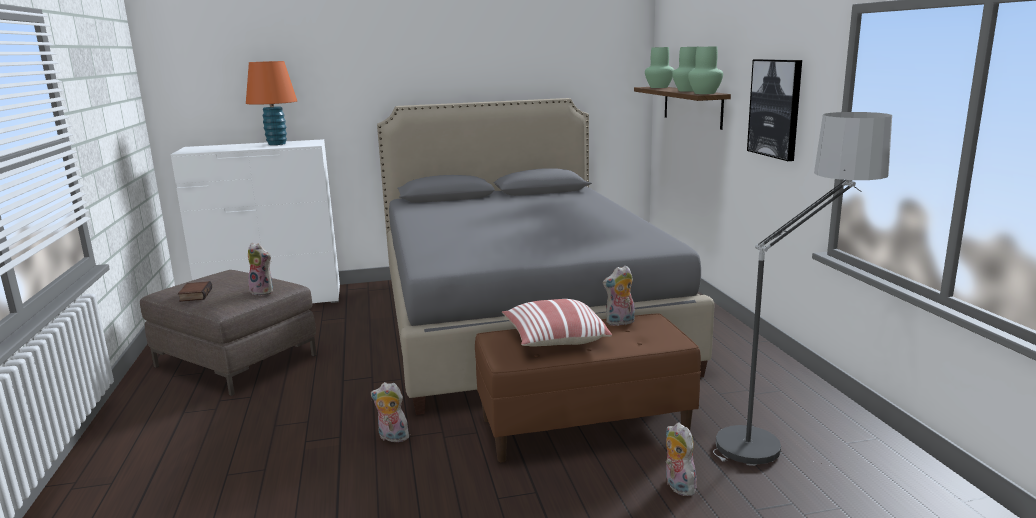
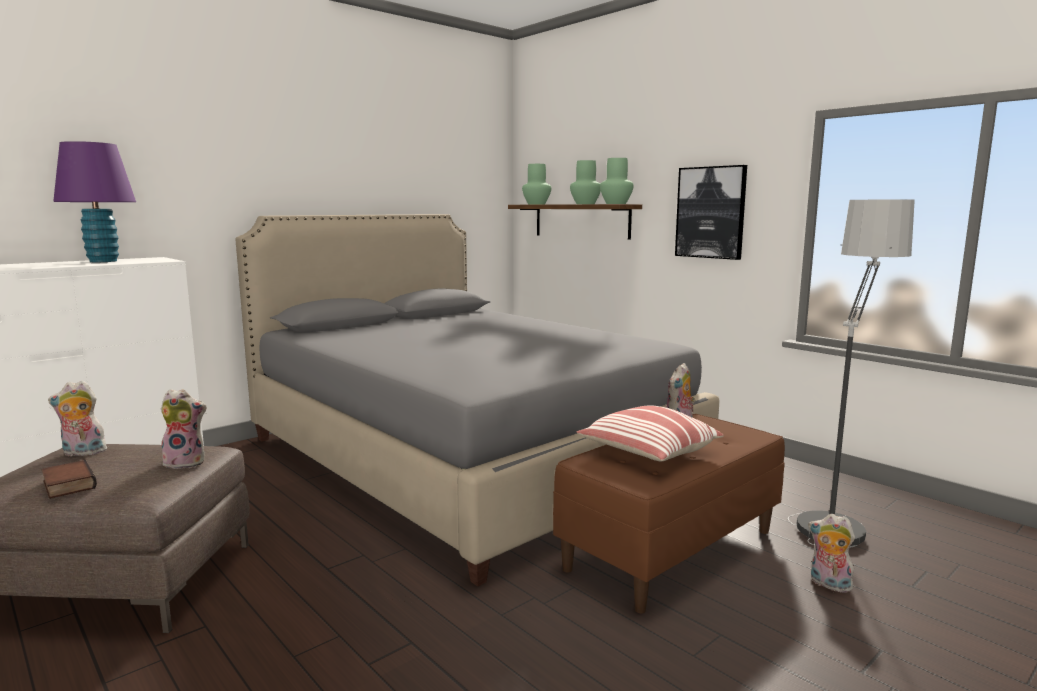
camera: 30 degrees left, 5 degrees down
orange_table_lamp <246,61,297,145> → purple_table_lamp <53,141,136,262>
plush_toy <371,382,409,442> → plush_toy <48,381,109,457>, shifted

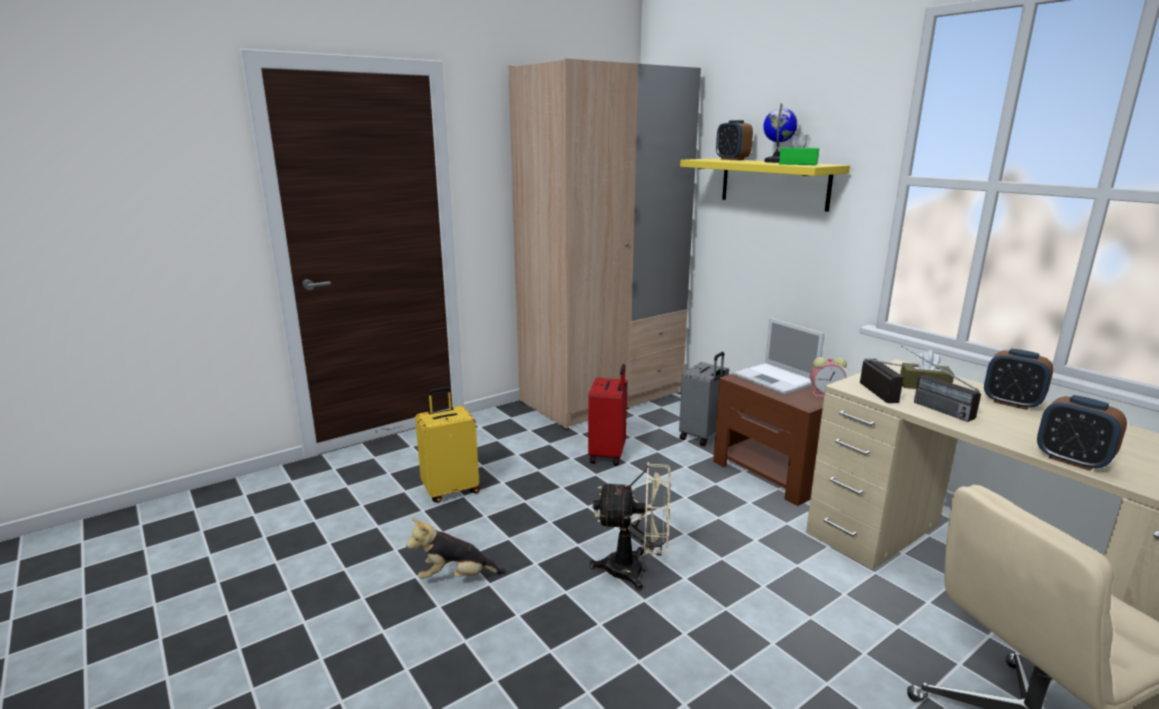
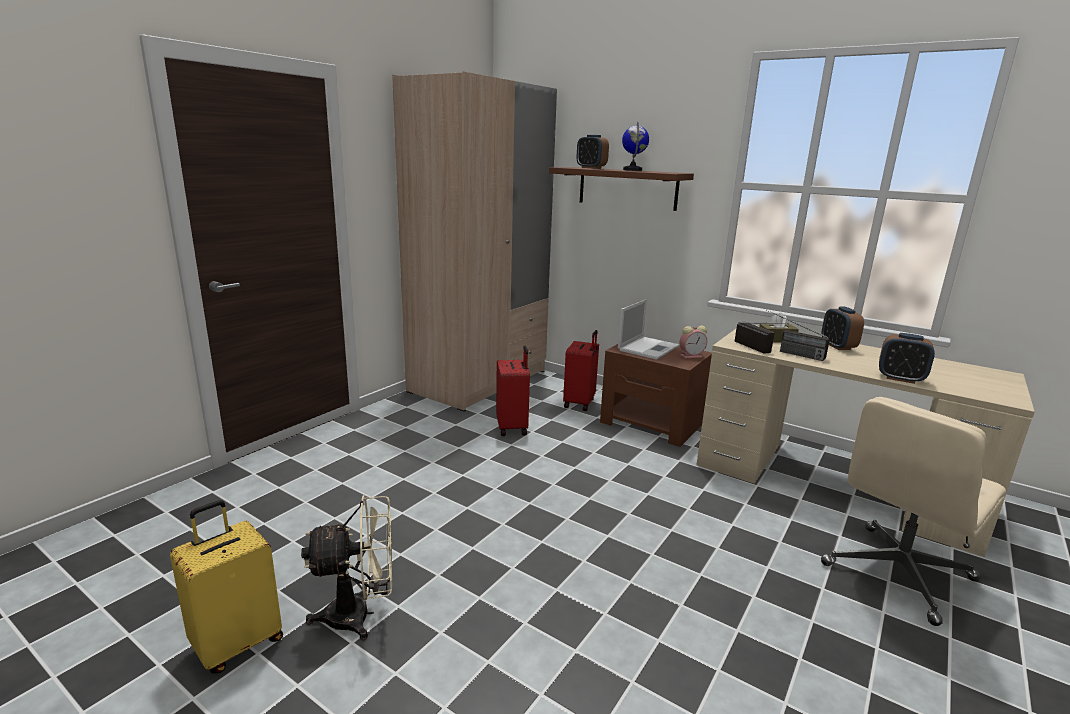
camera: 20 degrees left, 0 degrees up
green_tissue_box <779,132,819,165> → -
yellow_shelf <680,158,850,212> → brown_shelf <549,167,694,211>
laptop <733,318,825,395> → laptop <618,299,679,360>, 90 degrees counterclockwise
alarm_clock <984,349,1053,410> → alarm_clock <822,306,864,350>, 60 degrees clockwise
grey_suitcase <679,352,729,446> → red_suitcase <563,330,599,411>
yellow_suitcase <415,387,480,503> → yellow_suitcase <170,500,283,674>, shifted
beige_fan <589,462,671,591> → beige_fan <301,495,393,641>, shifted
plush_toy <406,519,506,579> → -

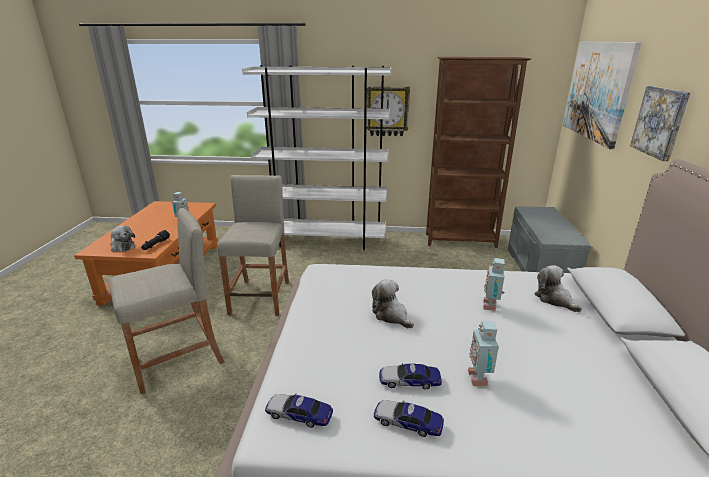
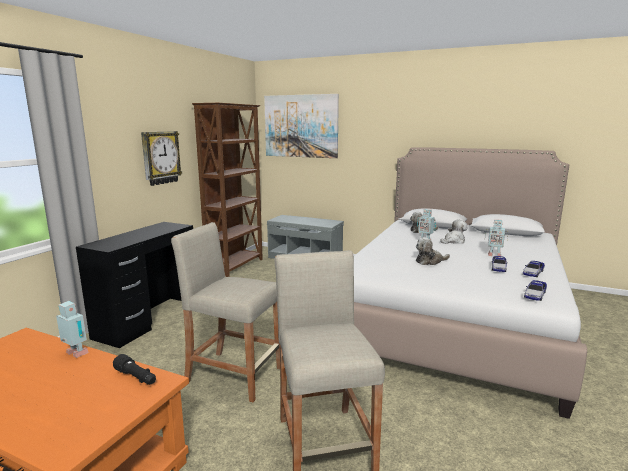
camera: 70 degrees left, 10 degrees down
white_bookcase <242,65,391,250> → black_desk <76,222,193,348>
picture <630,86,690,161> → -
plush_toy <110,225,135,252> → plush_toy <440,220,468,244>, shifted

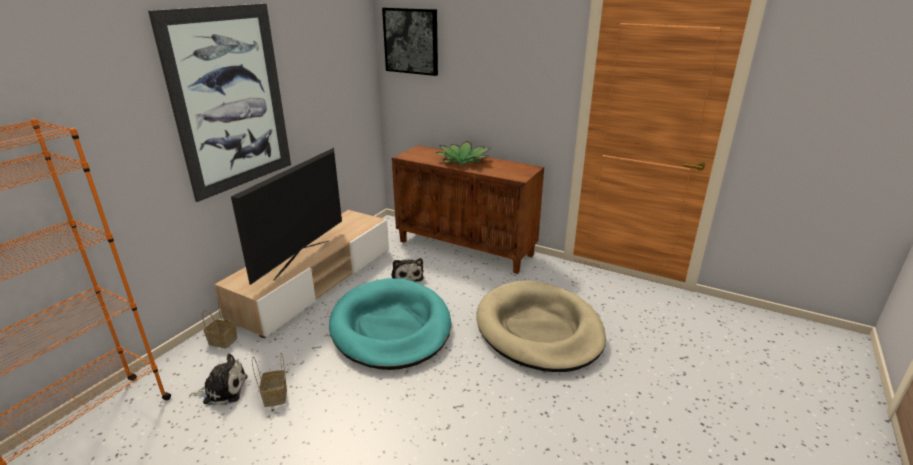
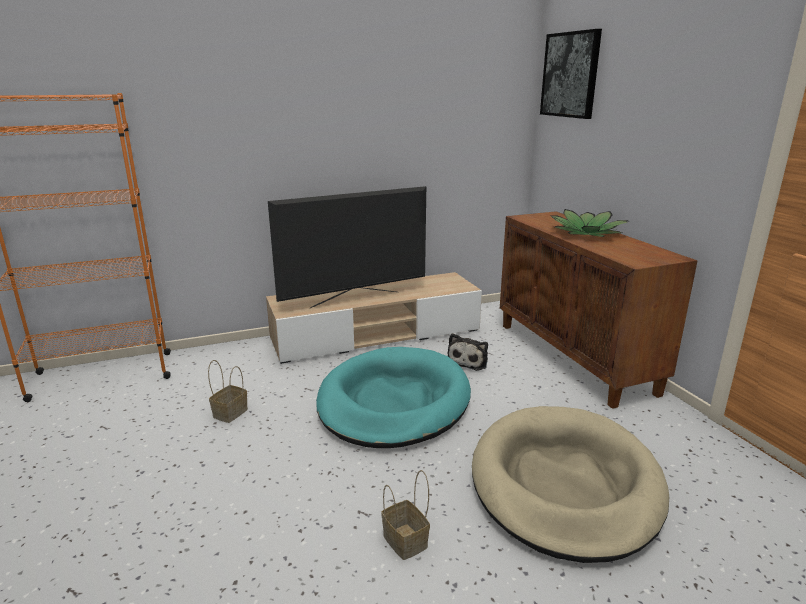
camera: 40 degrees right, 5 degrees down
picture <148,4,291,202> → -
basket <202,297,238,348> → basket <381,470,430,560>, shifted
plush_toy <189,354,248,405> → -

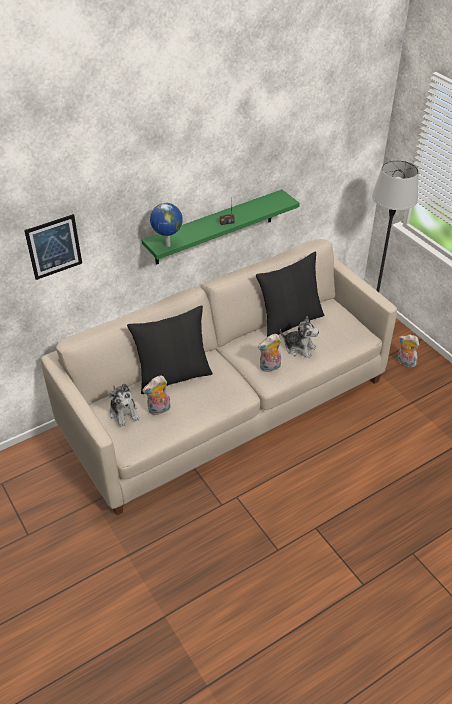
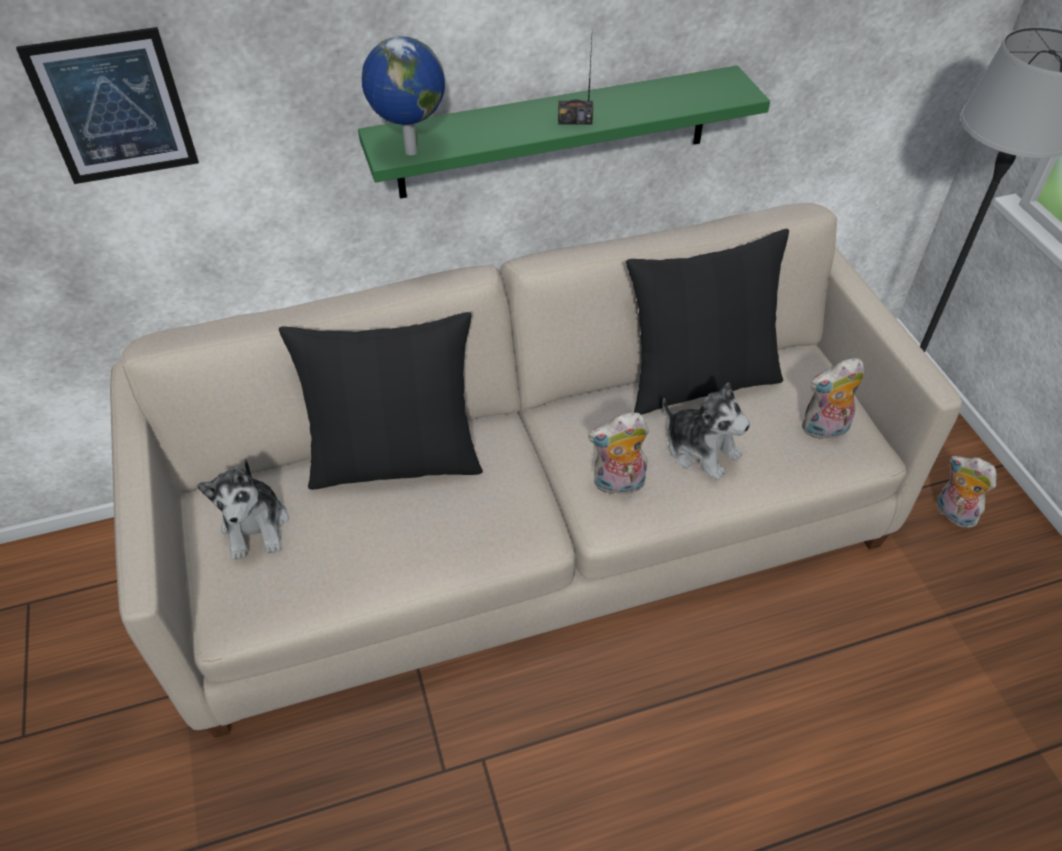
camera: 15 degrees right, 5 degrees up
plush_toy <142,375,170,415> → plush_toy <802,358,864,441>, shifted

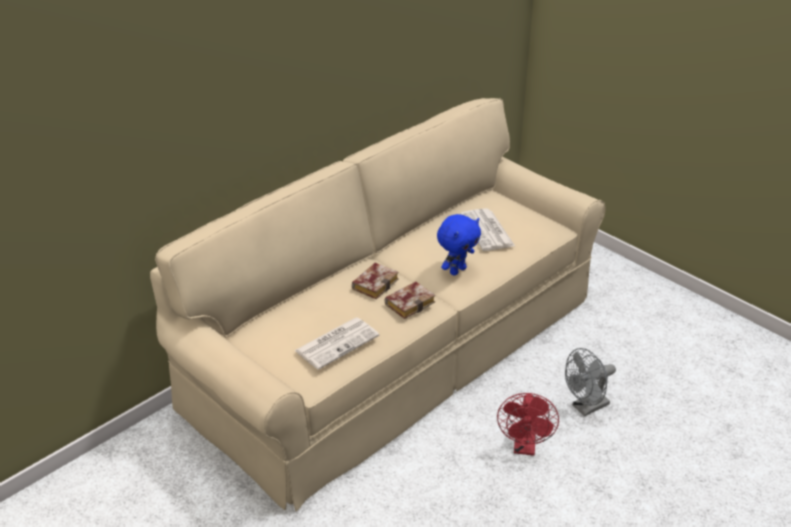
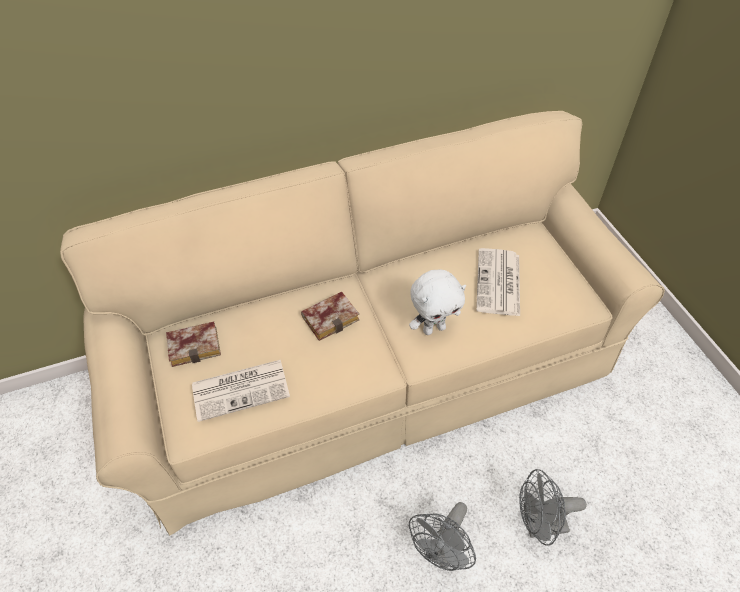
camera: 25 degrees right, 15 degrees up
blue_plush_toy <437,214,481,276> → white_plush_toy <409,269,466,335>
book <385,282,435,319> → book <166,322,221,367>, shifted
red_fan <497,393,559,456> → grey_fan <409,502,476,571>

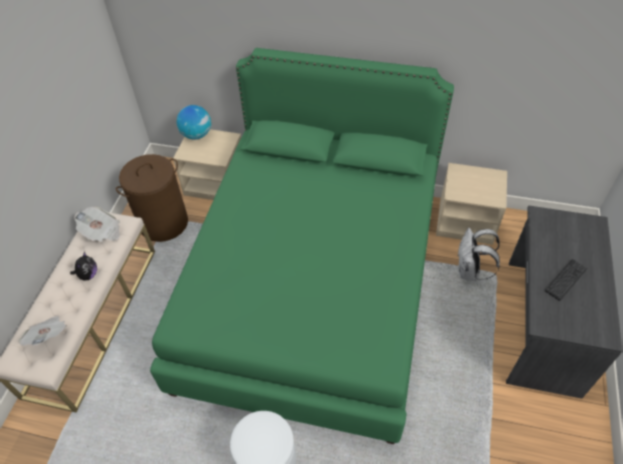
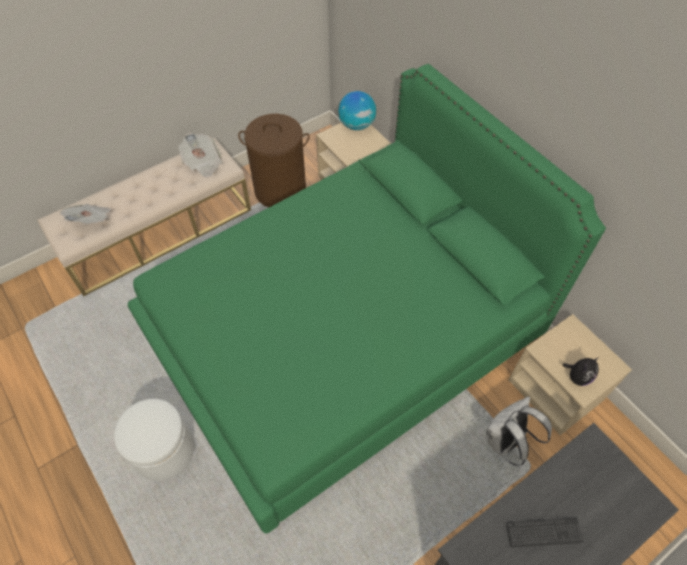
camera: 40 degrees right, 5 degrees up
plush_toy <70,252,97,280> → plush_toy <562,357,599,386>, shifted

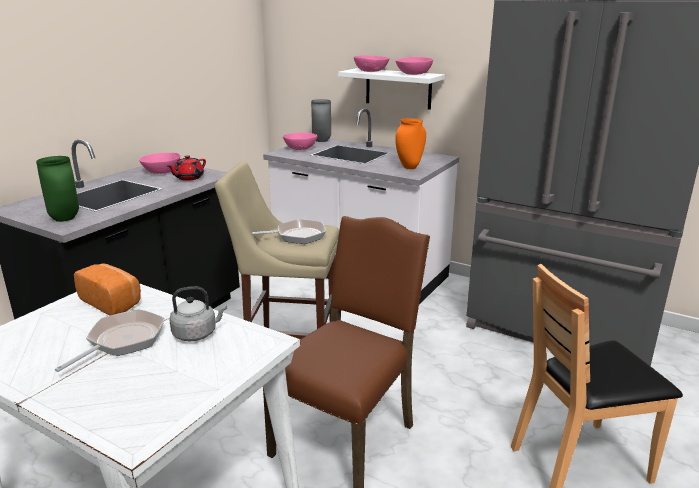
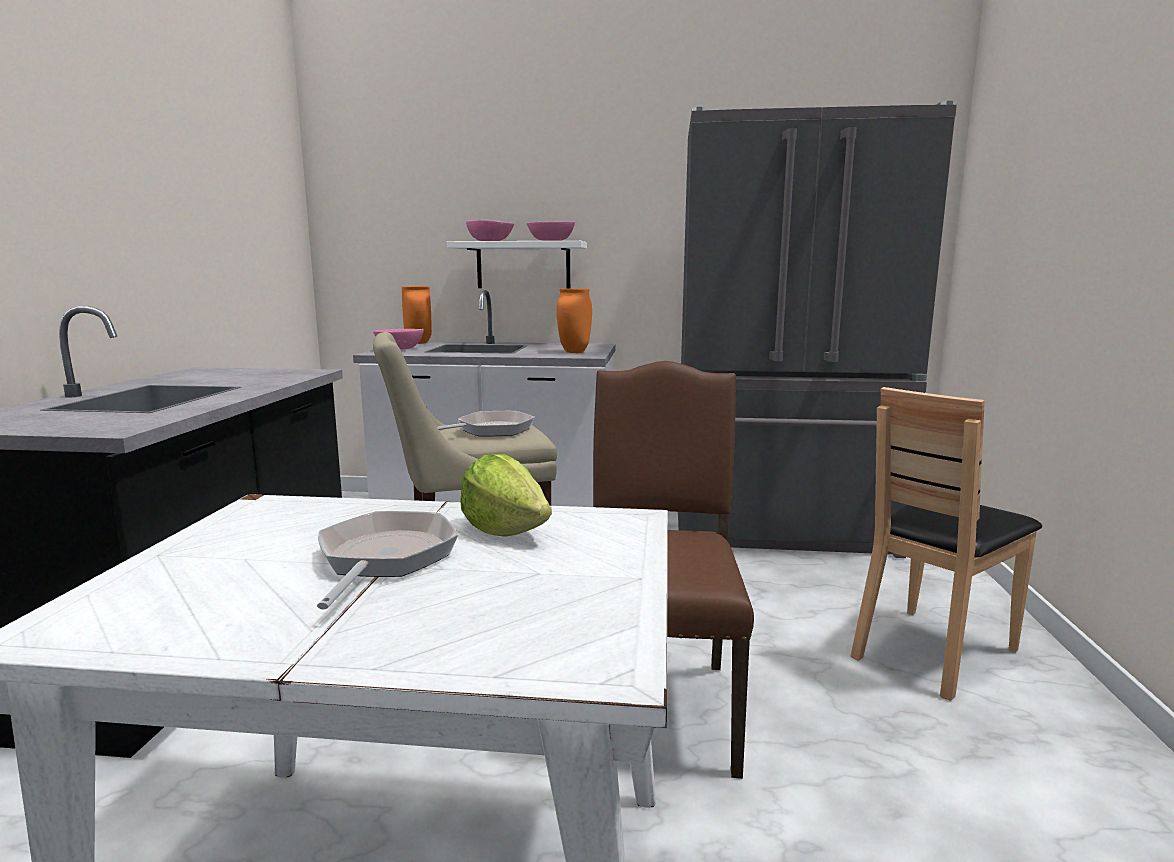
camera: 25 degrees left, 10 degrees down
grey_vase <311,99,331,142> → orange_vase <402,286,432,344>
pink_bowl <139,153,180,174> → -
red_teapot <167,155,206,181> → -
green_vase <36,156,79,222> → -
bread <74,263,141,316> → -
grey_kettle <169,286,227,341> → lettuce <460,454,552,537>

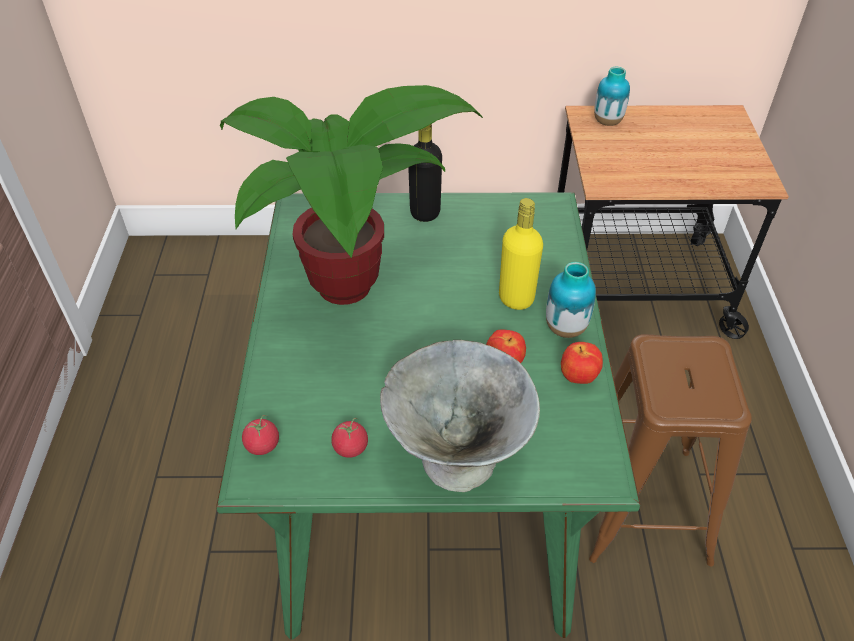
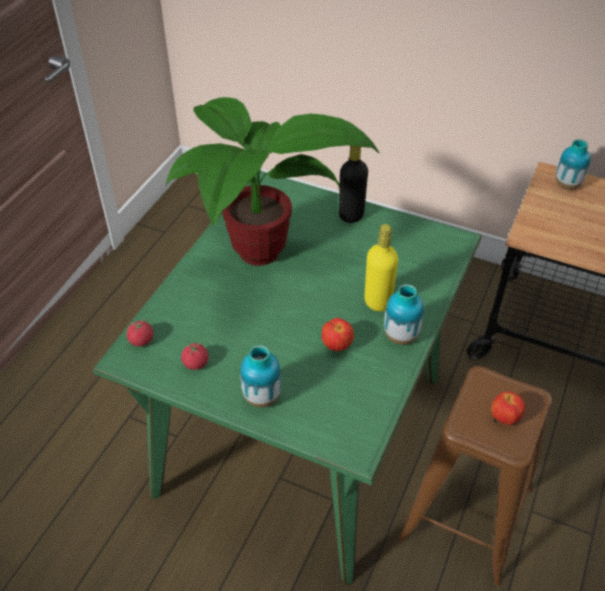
camera: 25 degrees right, 0 degrees up
grey_bowl <380,340,540,492> → vase <240,345,281,407>
apple <561,342,603,384> → apple <491,391,525,425>, shifted

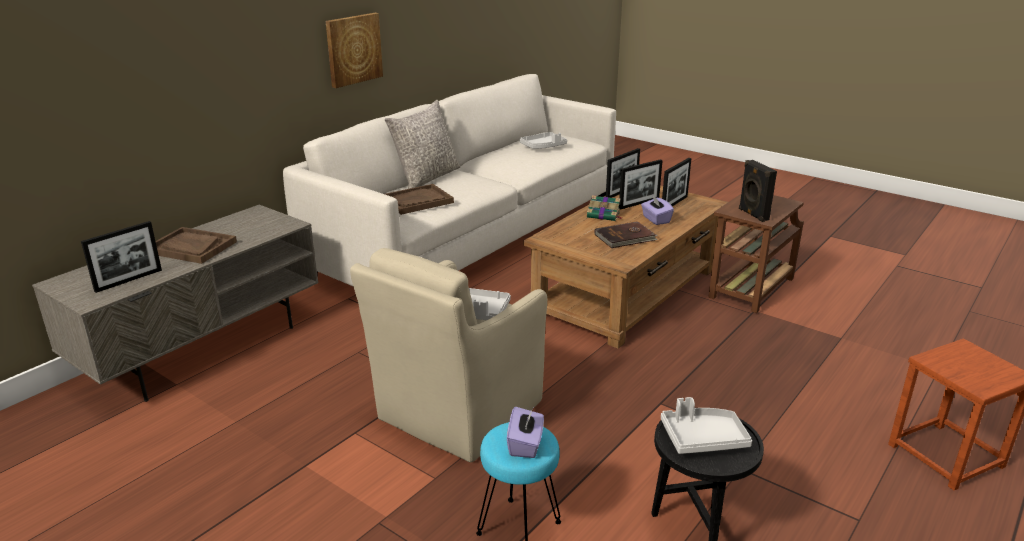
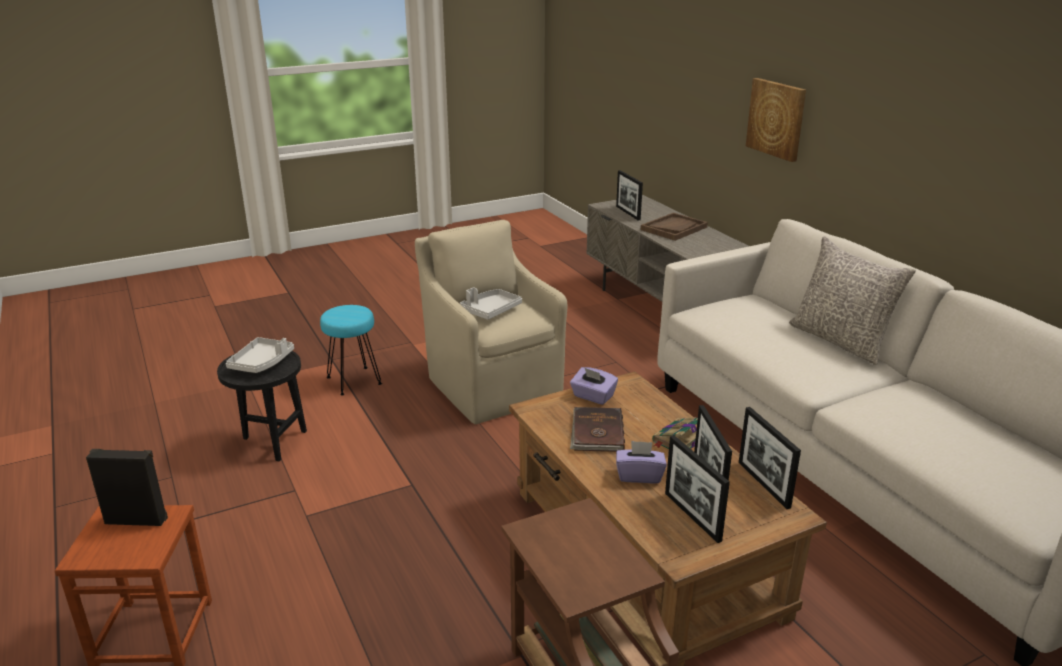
camera: 115 degrees right, 0 degrees up
picture <326,13,383,88> → picture <746,78,806,162>, shifted
grey_tray <520,132,567,149> → -
black_speaker <739,160,777,222> → black_speaker <86,449,168,526>, shifted
brown_tray <385,184,454,215> → -
purple_tissue_box <507,407,544,458> → purple_tissue_box <570,367,618,405>, shifted

